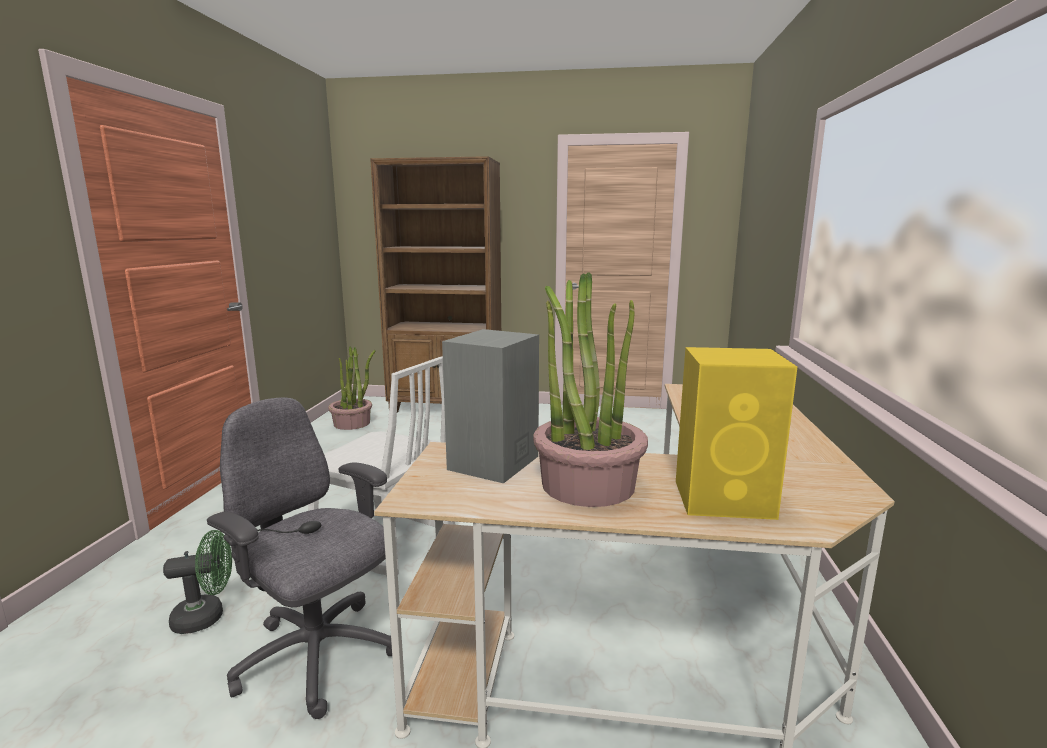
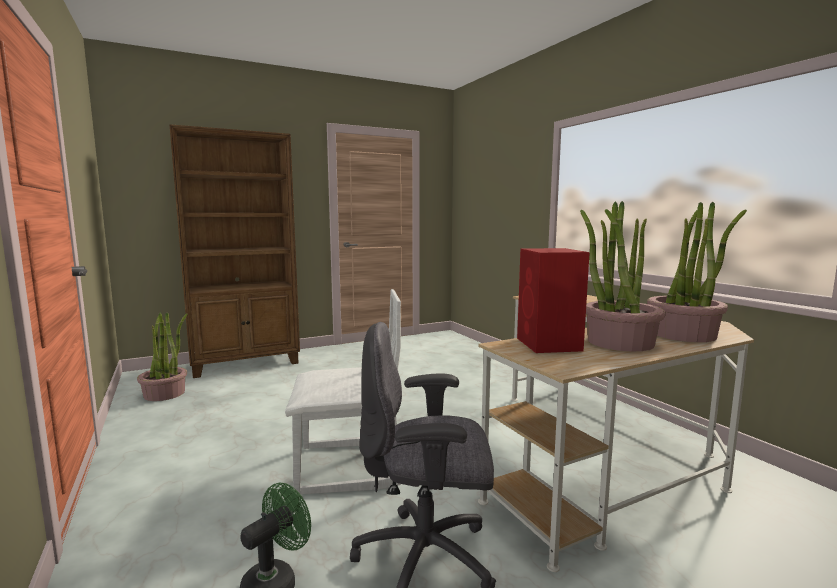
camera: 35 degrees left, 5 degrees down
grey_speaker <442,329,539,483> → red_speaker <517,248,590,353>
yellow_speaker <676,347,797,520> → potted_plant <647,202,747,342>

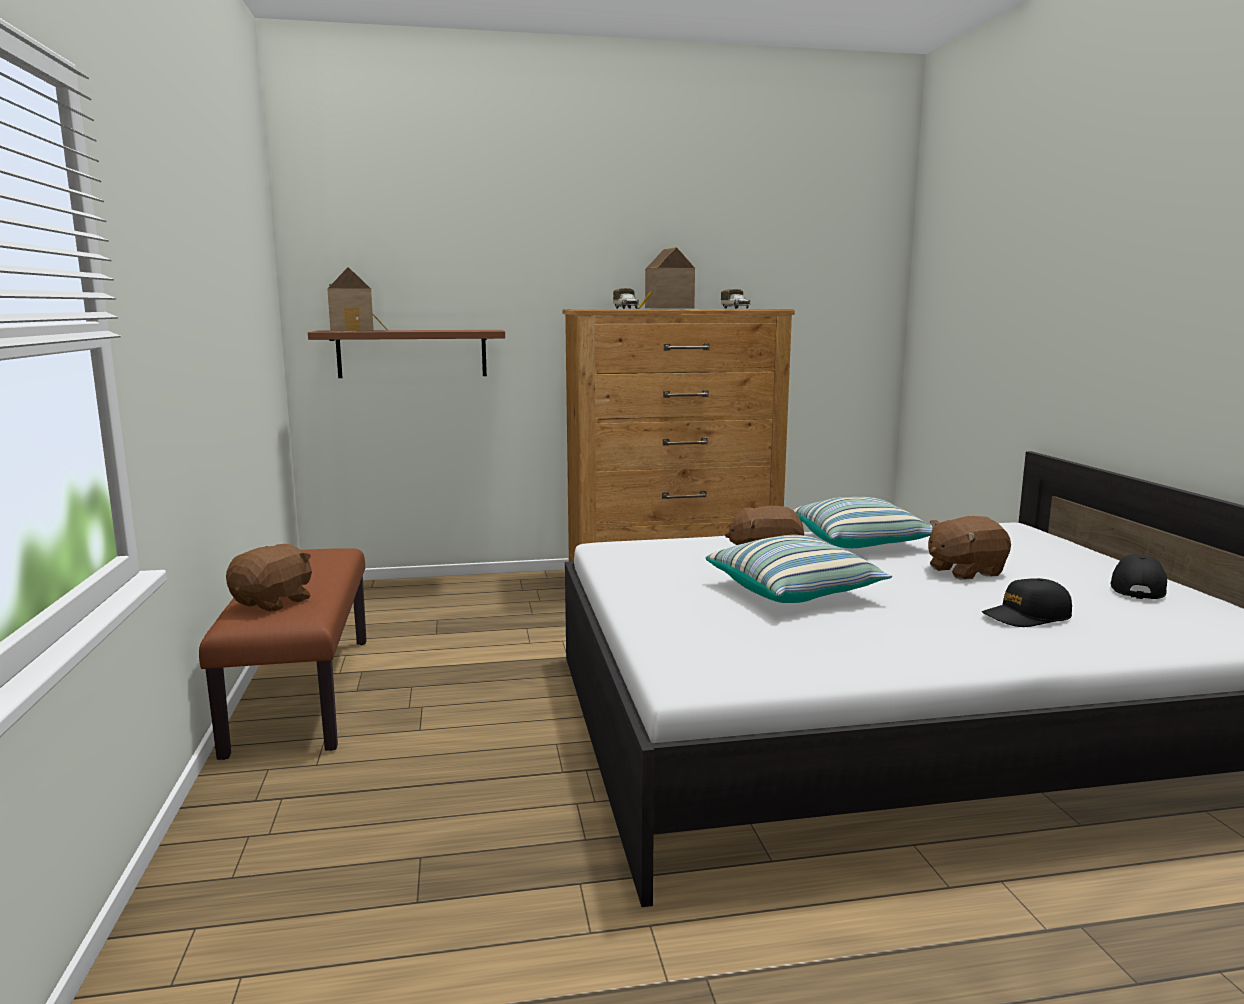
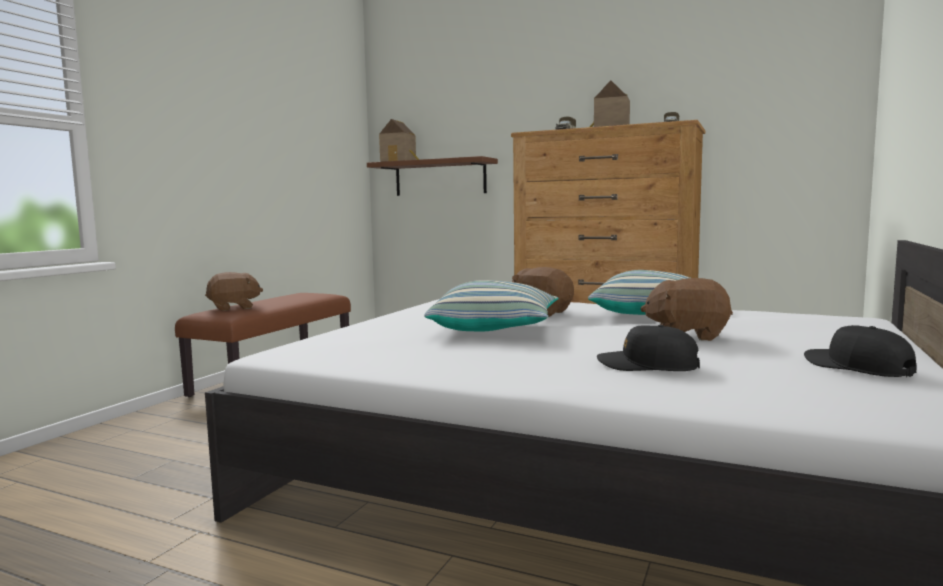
camera: 35 degrees right, 5 degrees down
black_cap <1110,554,1167,599> → black_cap <804,325,917,377>, 90 degrees counterclockwise

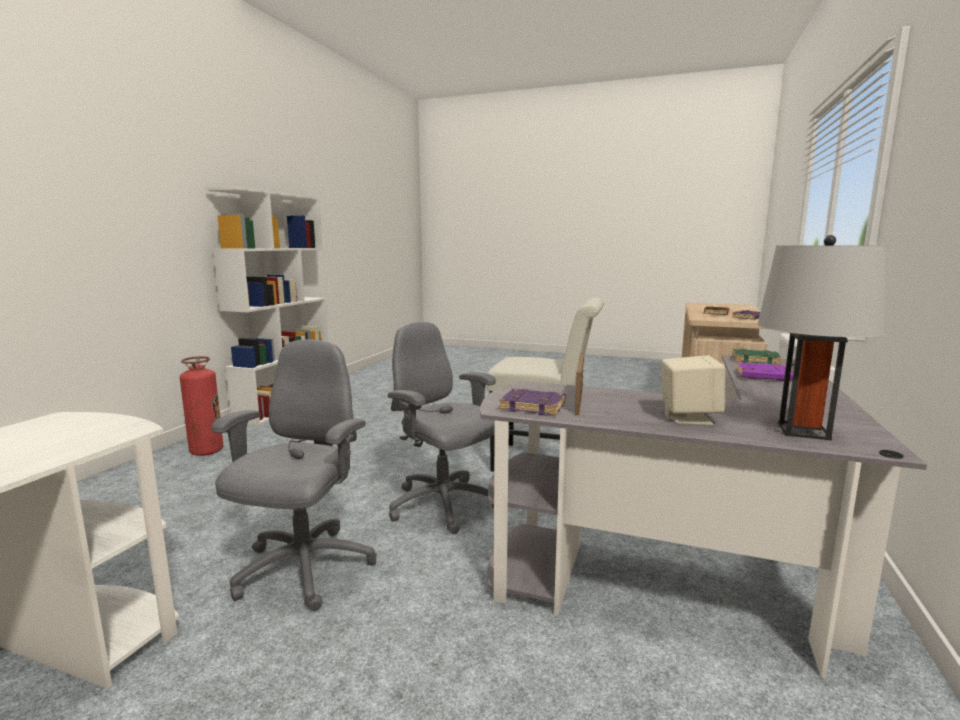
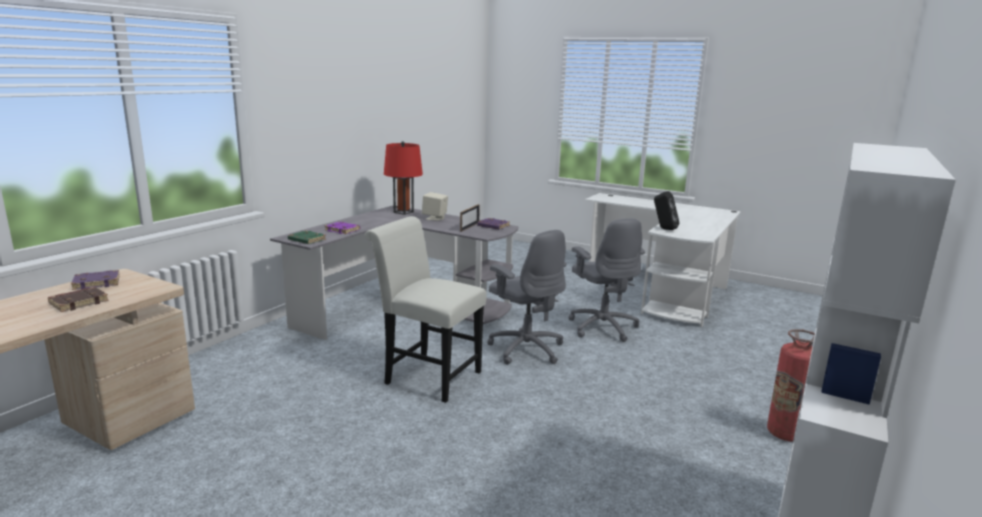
camera: 170 degrees left, 5 degrees up
grey_table_lamp <757,235,887,440> → red_table_lamp <384,141,423,215>
grey_office_chair <212,339,377,611> → grey_office_chair <568,218,645,342>, 45 degrees counterclockwise
- → black_speaker <654,191,679,230>

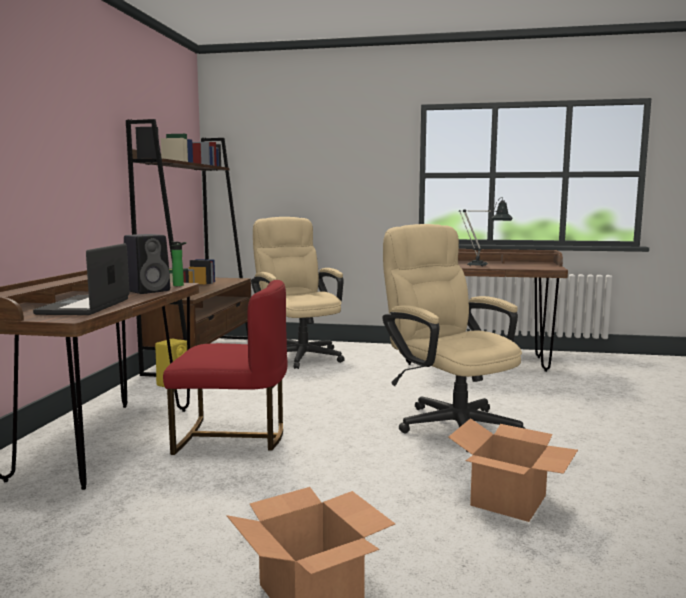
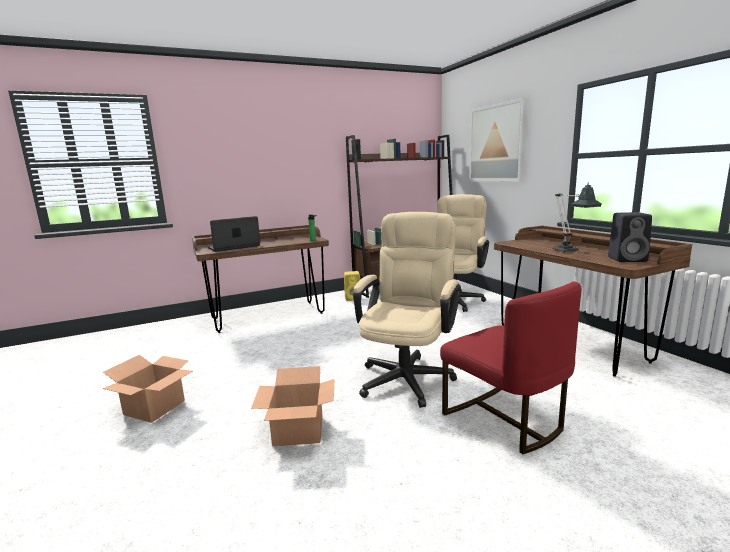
camera: 55 degrees right, 5 degrees up
black_speaker <124,234,170,294> → black_speaker <608,212,652,262>, shifted
red_chair <163,280,287,455> → red_chair <440,282,581,454>, shifted
- → picture <469,98,527,181>

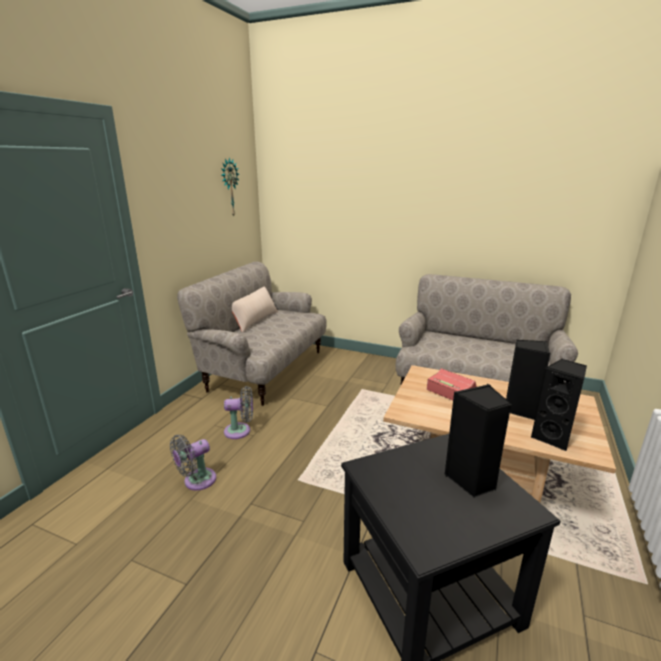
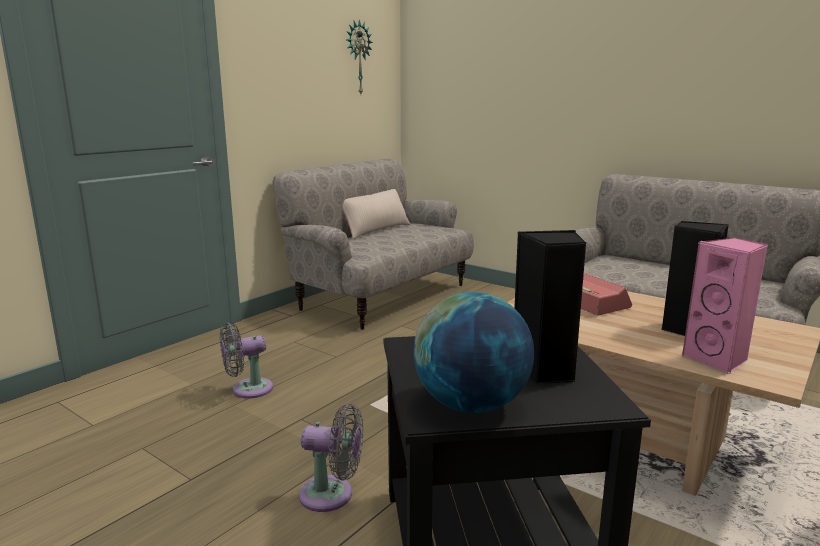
camera: 15 degrees right, 5 degrees down
black_speaker <531,359,587,451> → pink_speaker <682,238,768,374>
grey_fan <224,386,253,439> → grey_fan <299,404,363,512>, shifted
- → globe <414,292,534,413>

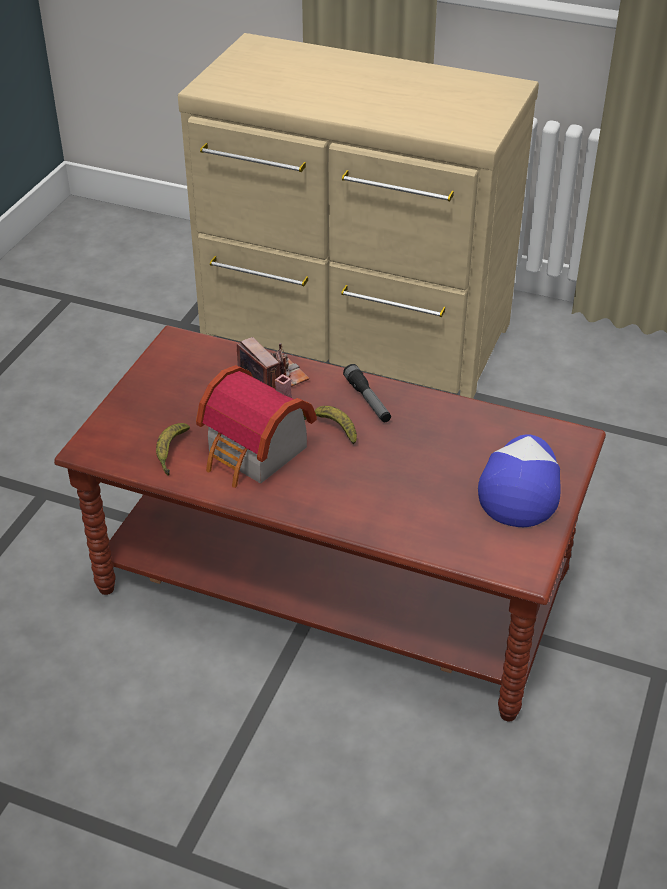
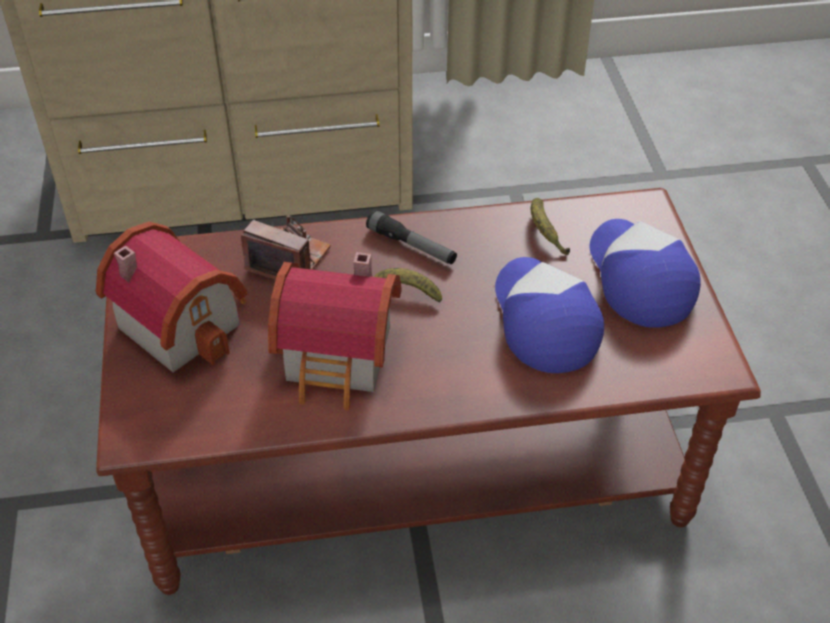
camera: 30 degrees left, 5 degrees up
banana <156,423,190,475> → banana <531,198,570,255>, shifted
- → toy_house <96,222,247,372>
- → cap <495,257,604,373>

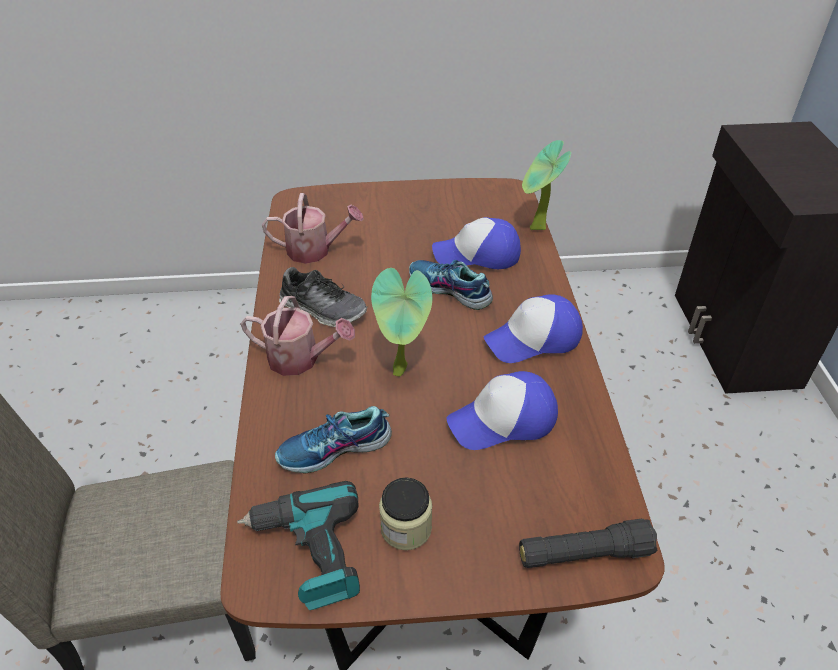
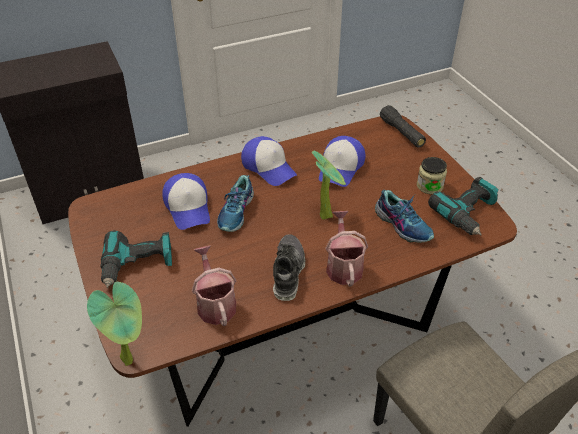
camera: 110 degrees left, 0 degrees up
potted_plant <522,140,571,230> → potted_plant <87,282,142,366>, shifted
cap <447,371,558,450> → cap <319,136,365,187>, 60 degrees clockwise
- → power_drill <101,230,172,288>

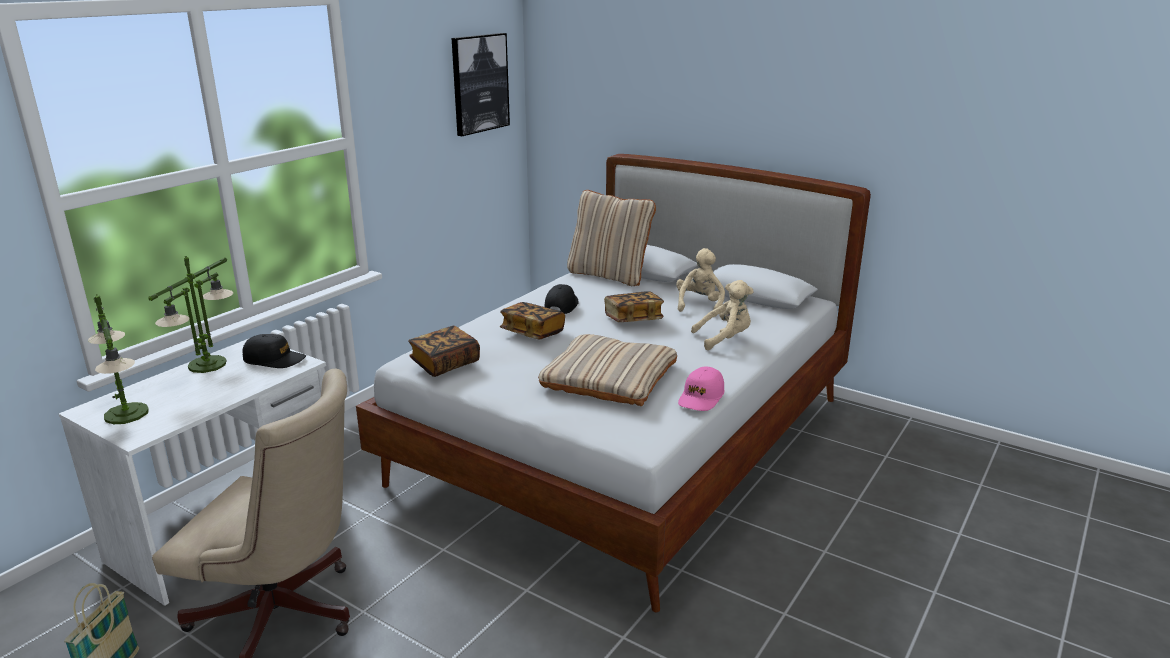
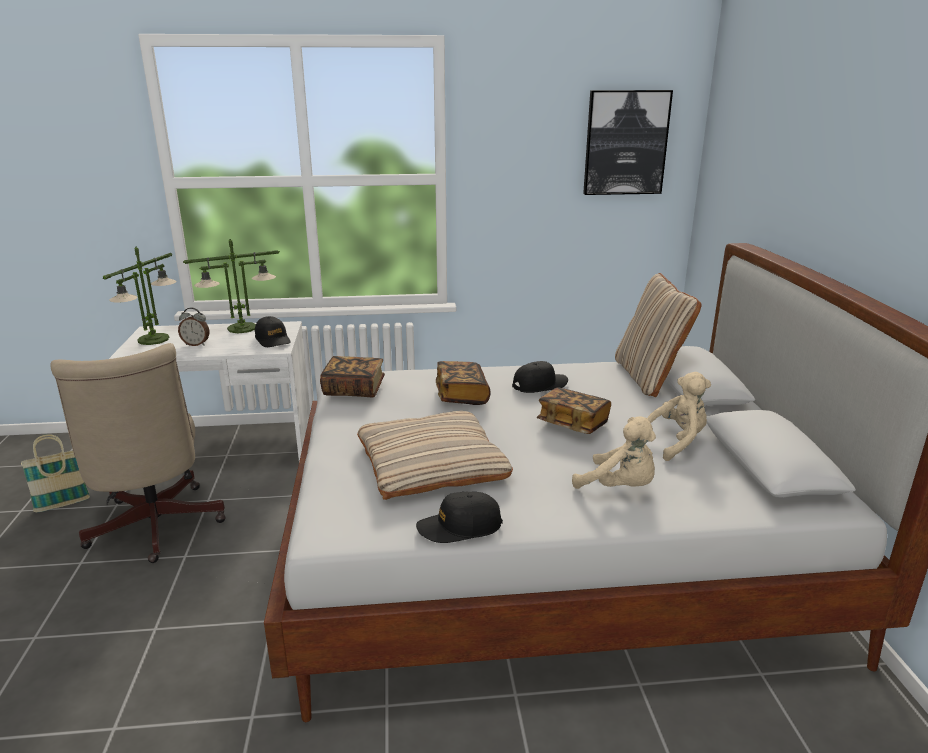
camera: 50 degrees right, 0 degrees up
pink_cap <678,367,724,411> → black_cap <416,492,503,543>
- → alarm_clock <178,307,210,346>

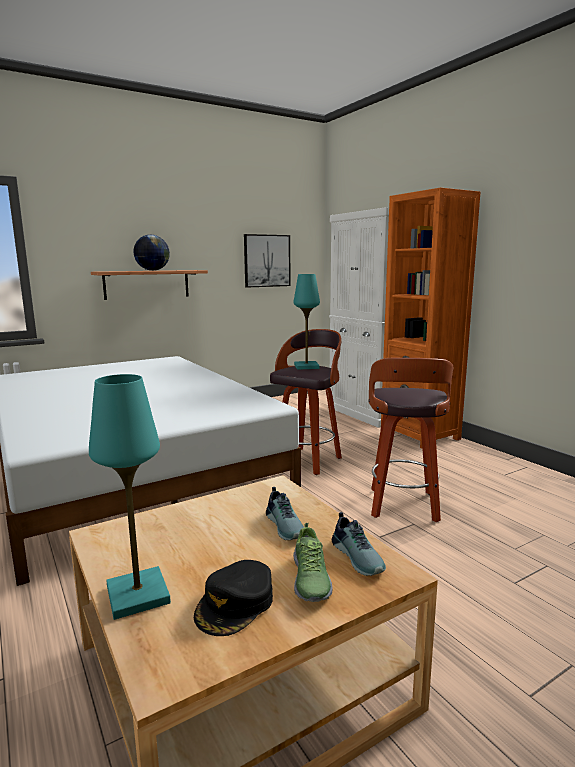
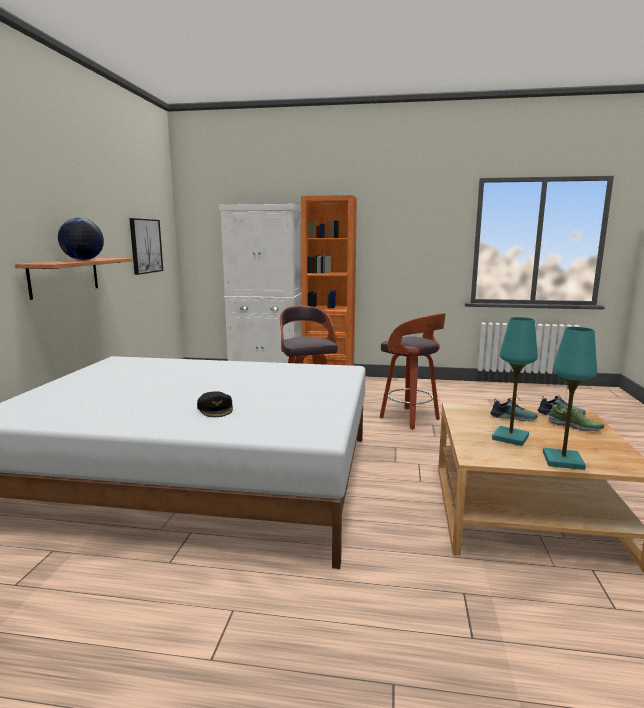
camera: 50 degrees left, 0 degrees up
turquoise_table_lamp <293,274,320,370> → turquoise_table_lamp <492,317,538,446>, shifted
black_cap <194,560,273,636> → black_cap <197,391,233,417>, shifted

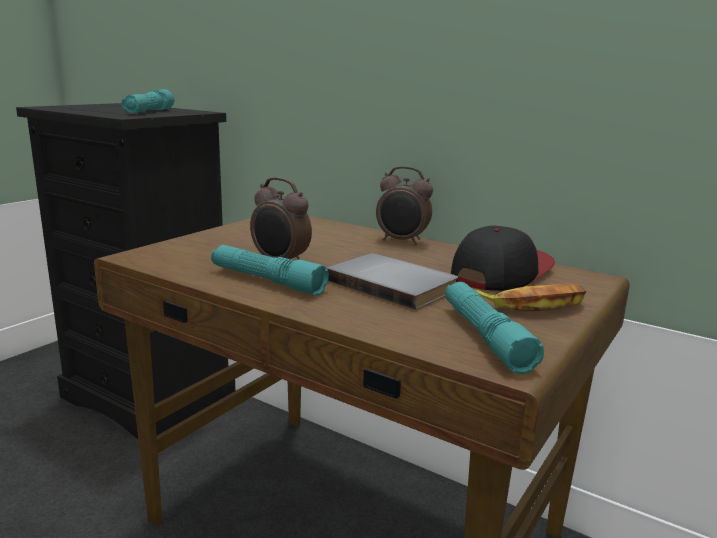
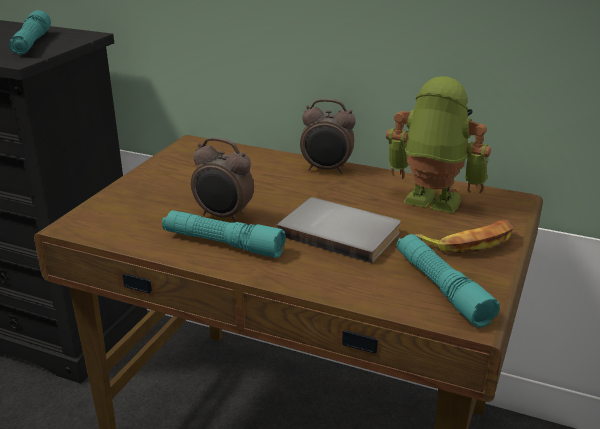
camera: 10 degrees left, 10 degrees up
cap <451,225,555,291> → toy_robot <386,76,491,214>

